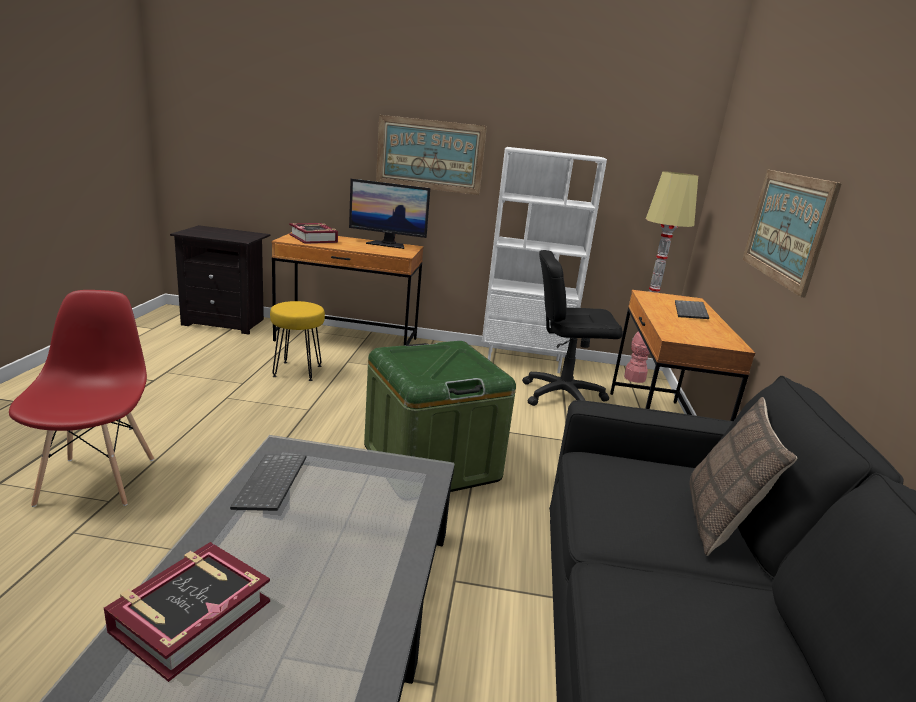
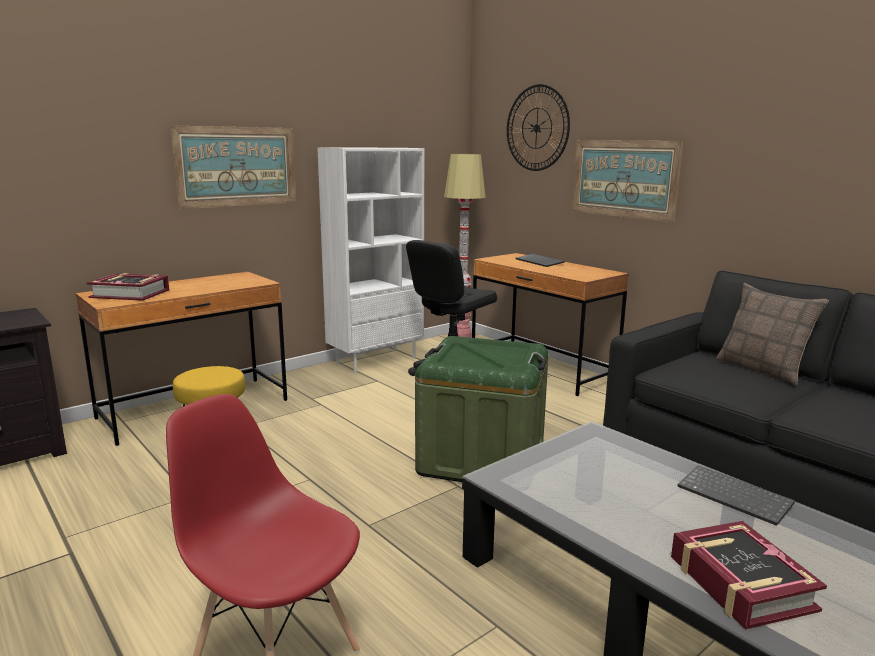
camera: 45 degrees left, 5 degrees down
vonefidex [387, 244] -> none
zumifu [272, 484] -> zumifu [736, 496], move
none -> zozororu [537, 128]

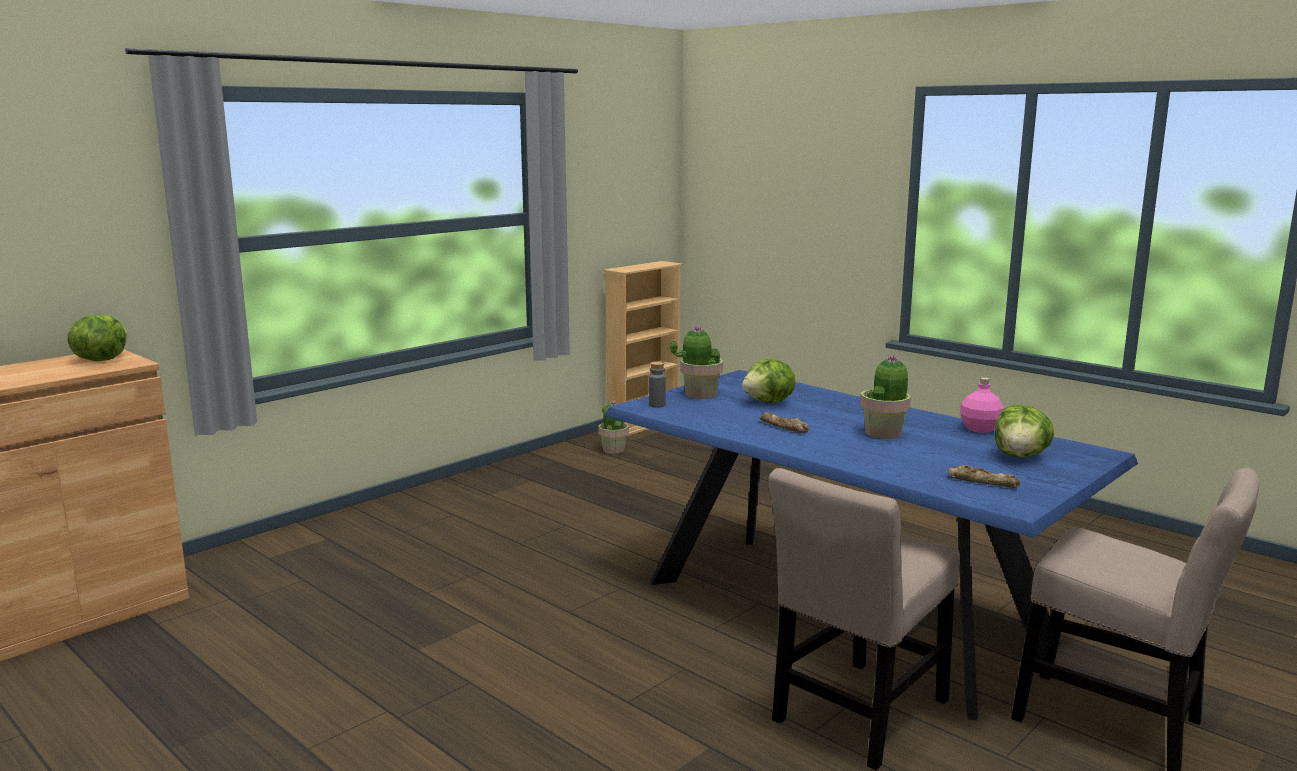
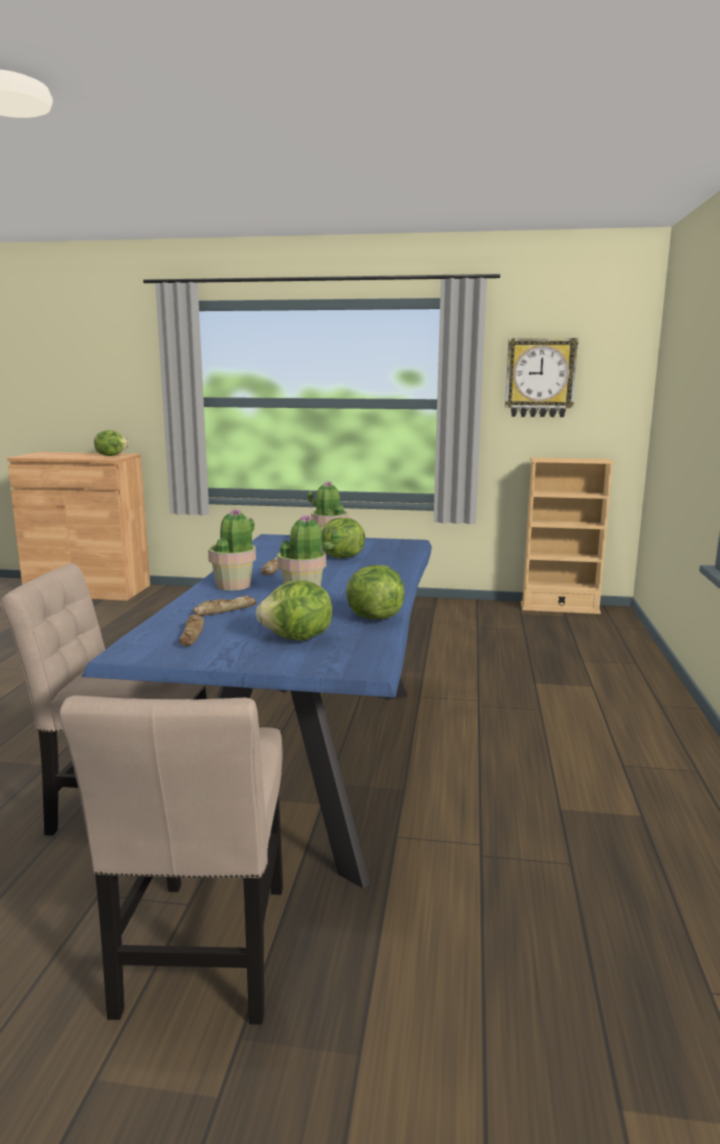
camera: 55 degrees right, 0 degrees up
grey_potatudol [657, 405] -> none
pink_potatudol [980, 429] -> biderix [373, 617]
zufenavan [613, 449] -> zufenavan [234, 585], move
none -> zozororu [540, 378]
none -> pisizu [224, 610]

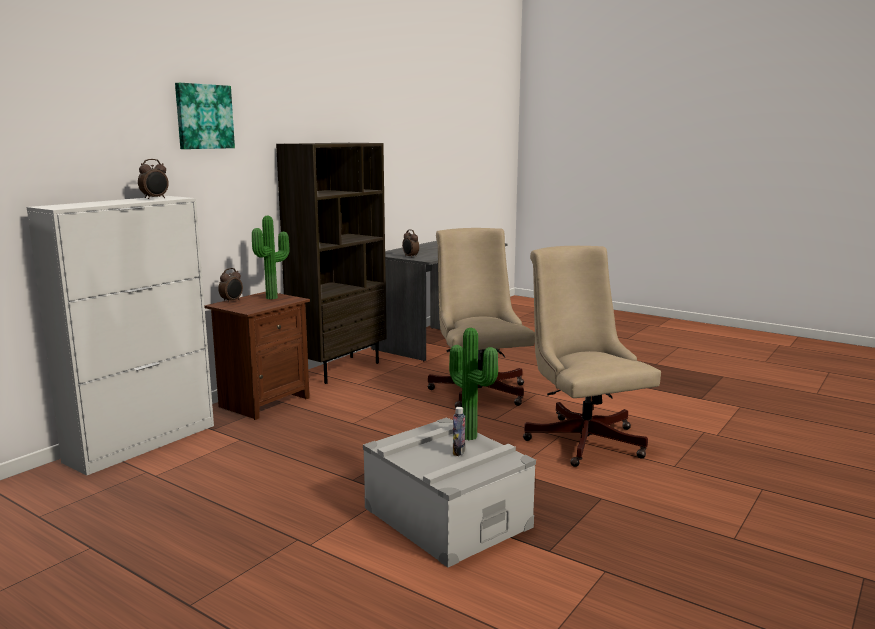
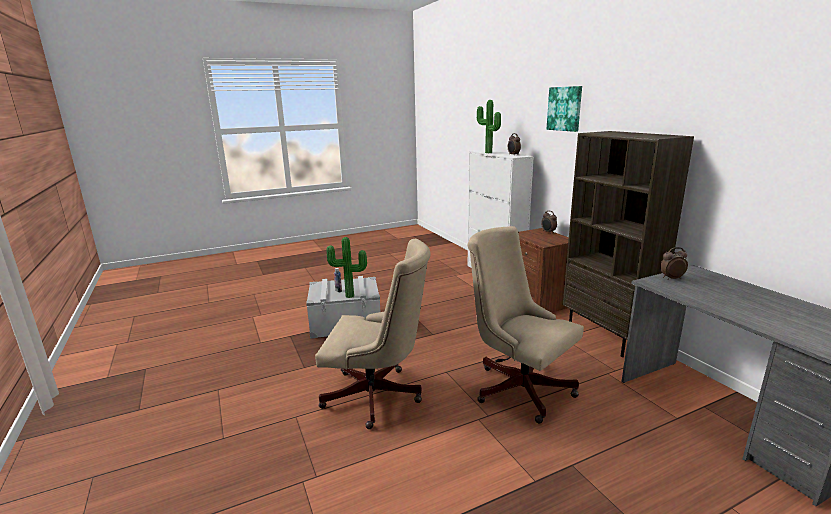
camera: 120 degrees right, 5 degrees up
zufenavan [273, 298] -> zufenavan [487, 153], move
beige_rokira [478, 390] -> beige_rokira [518, 386], 150 degrees counterclockwise

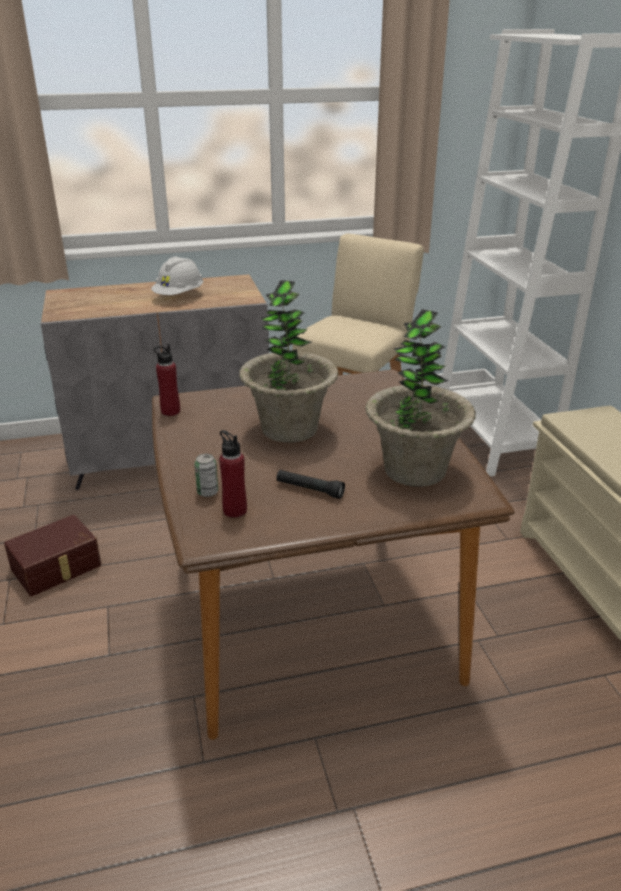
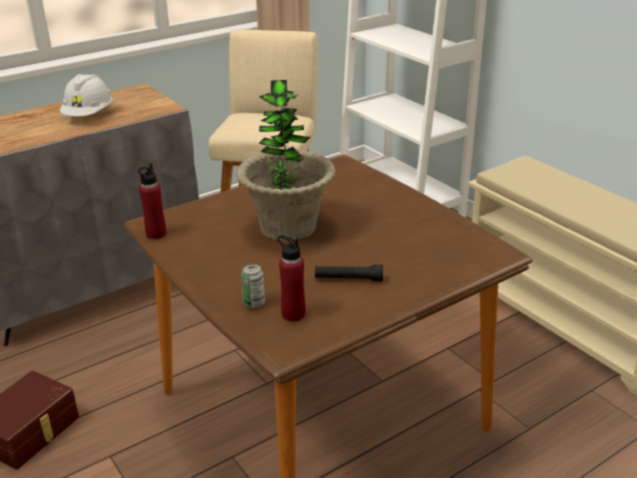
camera: 20 degrees left, 0 degrees up
zufenavan [414, 470] -> none

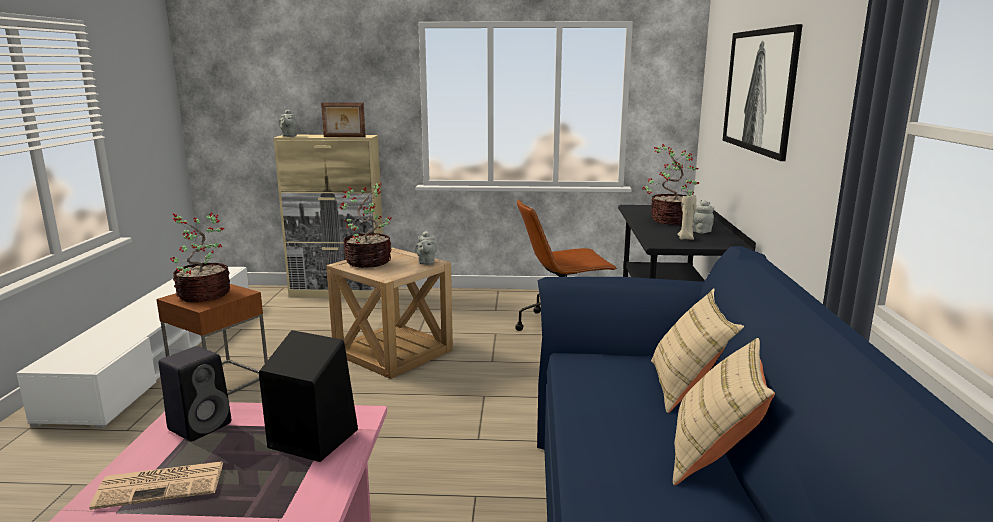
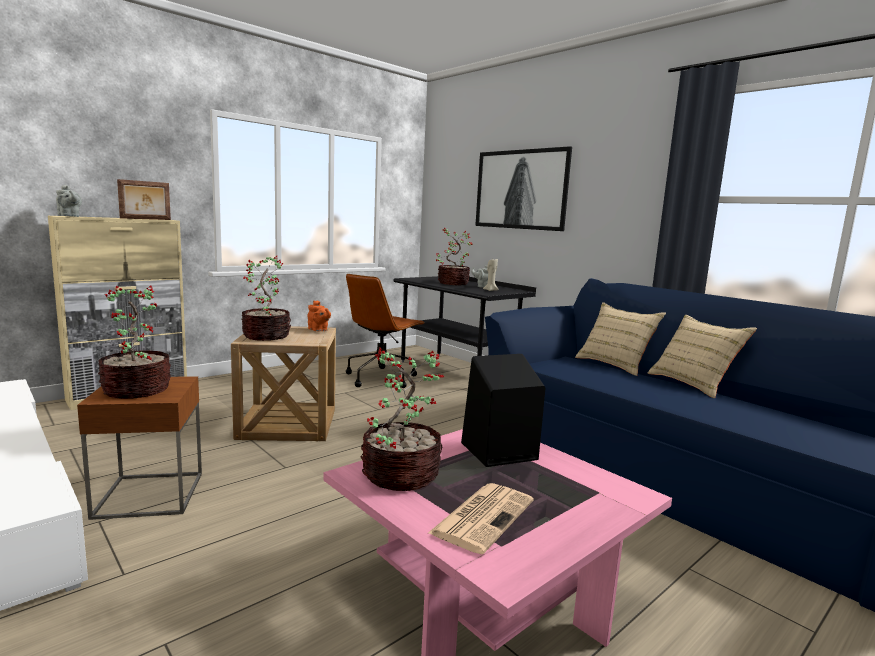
camera: 45 degrees left, 5 degrees down
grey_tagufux [426, 263] -> orange_tagufux [318, 330]
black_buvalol [201, 425] -> zufenavan [399, 476]

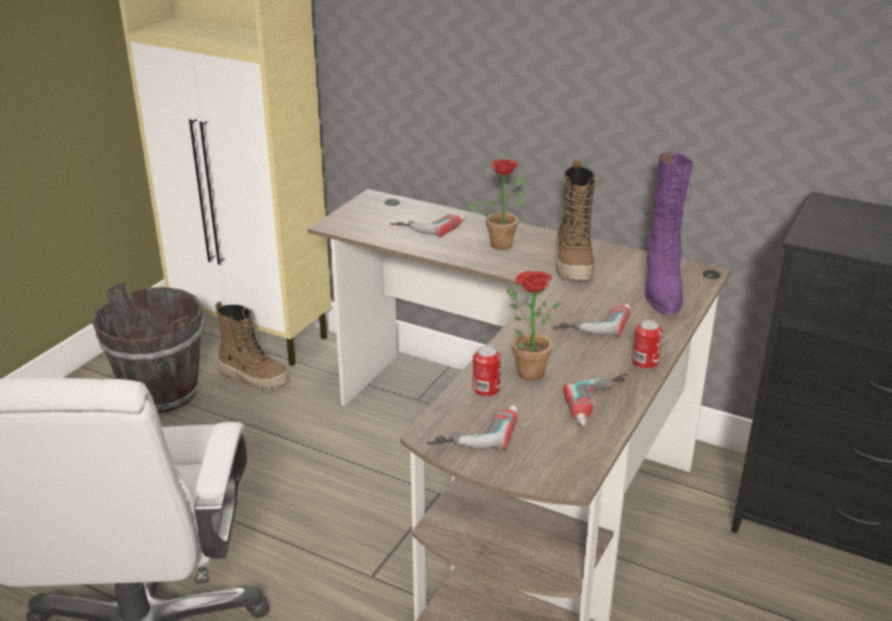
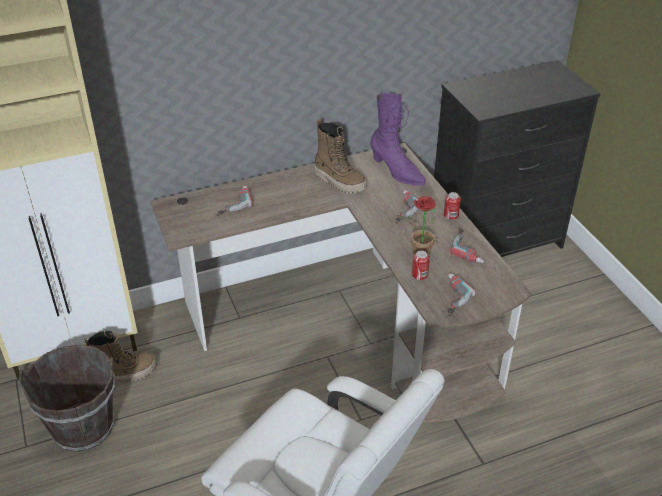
camera: 50 degrees left, 10 degrees up
zufenavan [502, 242] -> none

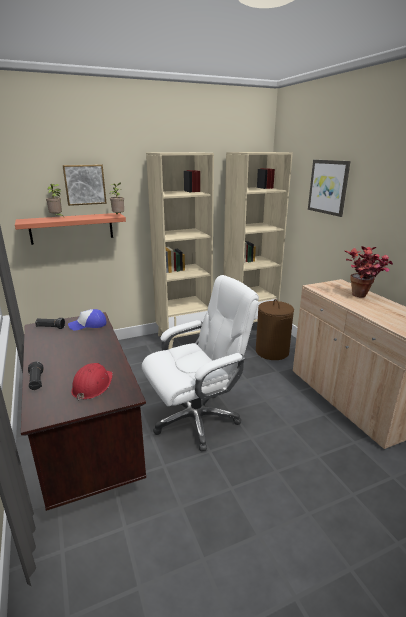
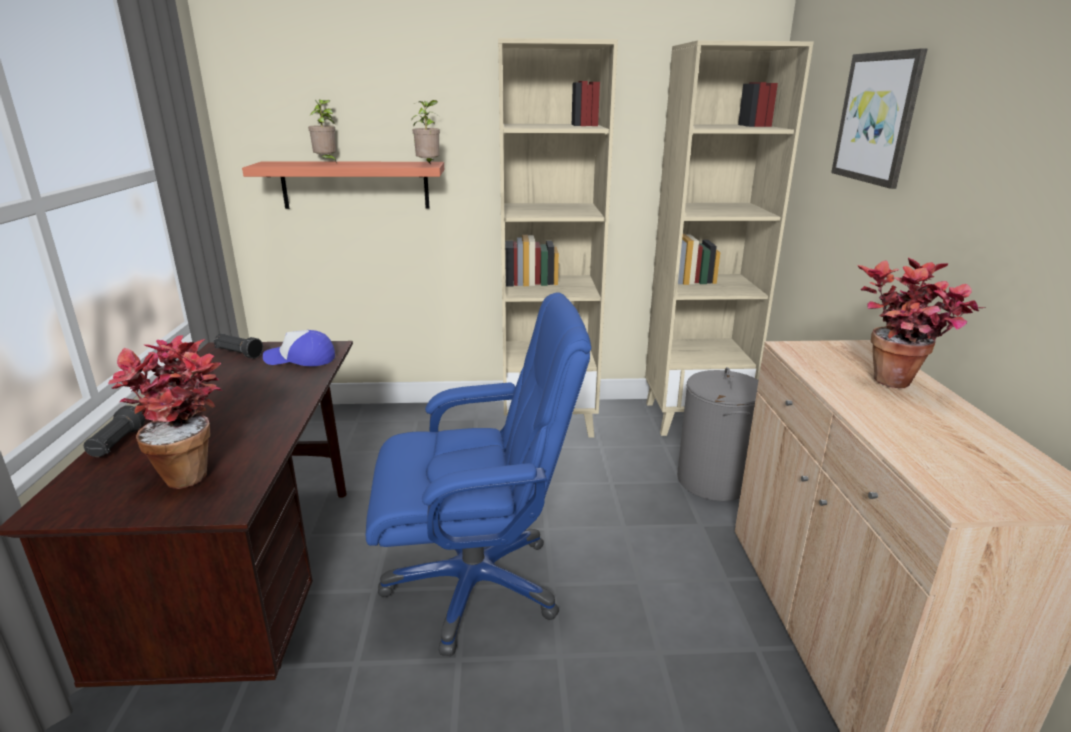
camera: 20 degrees right, 0 degrees up
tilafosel [84, 184] -> none
white_rokira [197, 418] -> blue_rokira [476, 584]
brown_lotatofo [272, 352] -> grey_lotatofo [713, 481]
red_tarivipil [92, 385] -> zufenavan [191, 470]

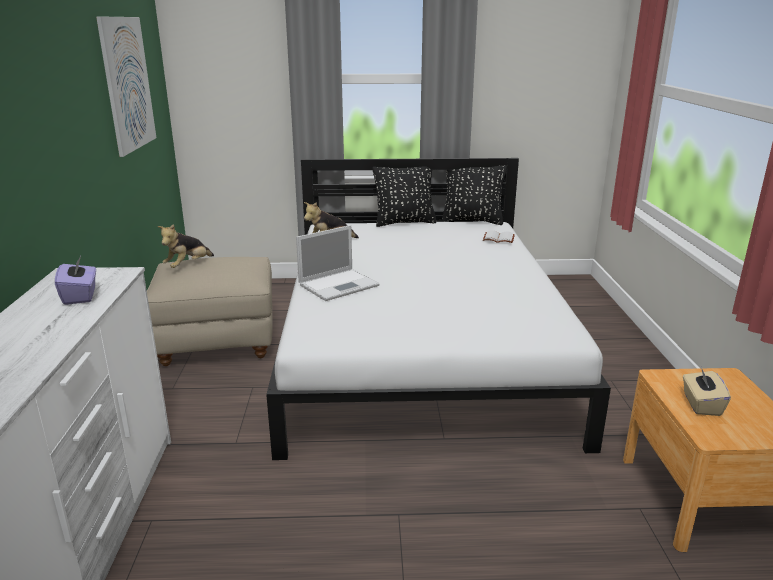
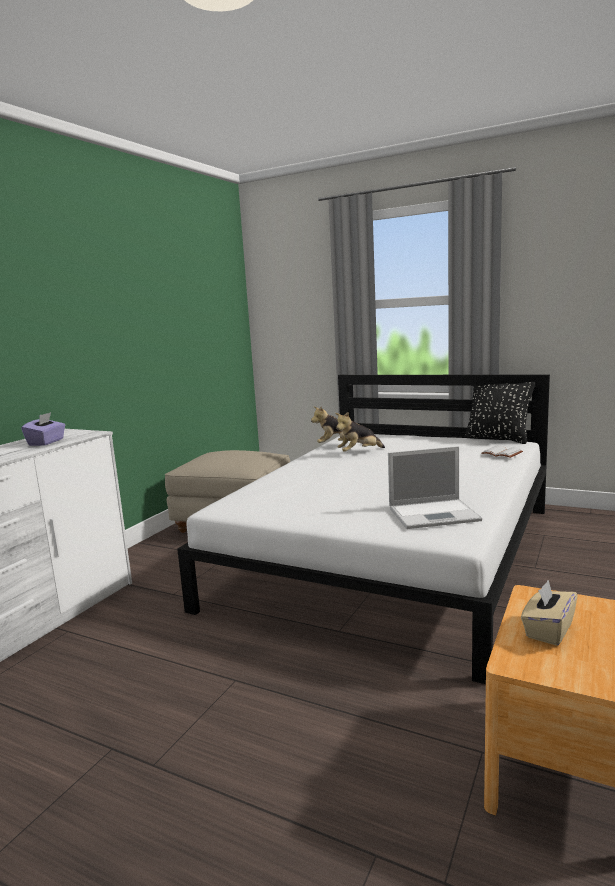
camera: 30 degrees right, 10 degrees down
tilafosel [128, 84] -> none
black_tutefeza [404, 222] -> none
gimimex [188, 266] -> gimimex [359, 453], move
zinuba [340, 285] -> zinuba [435, 514], move

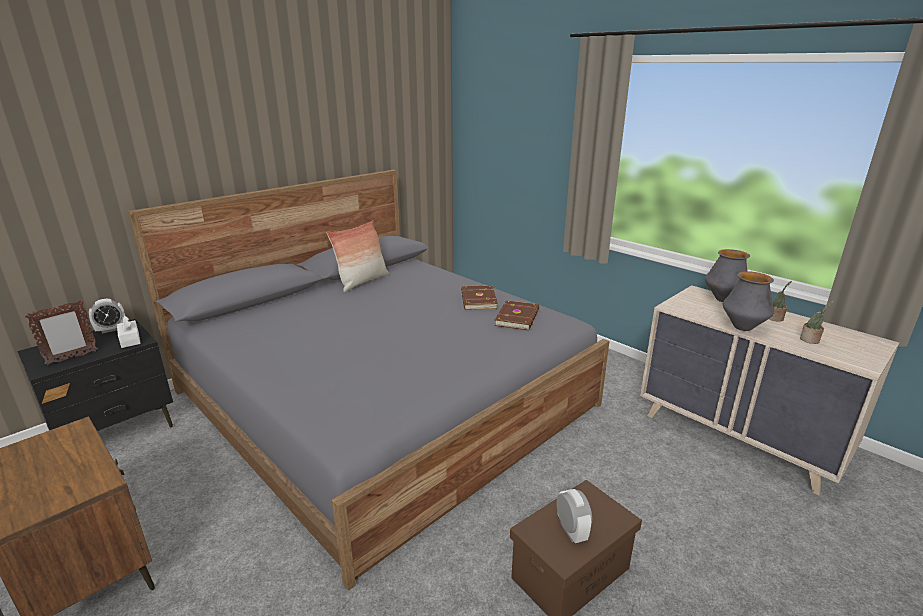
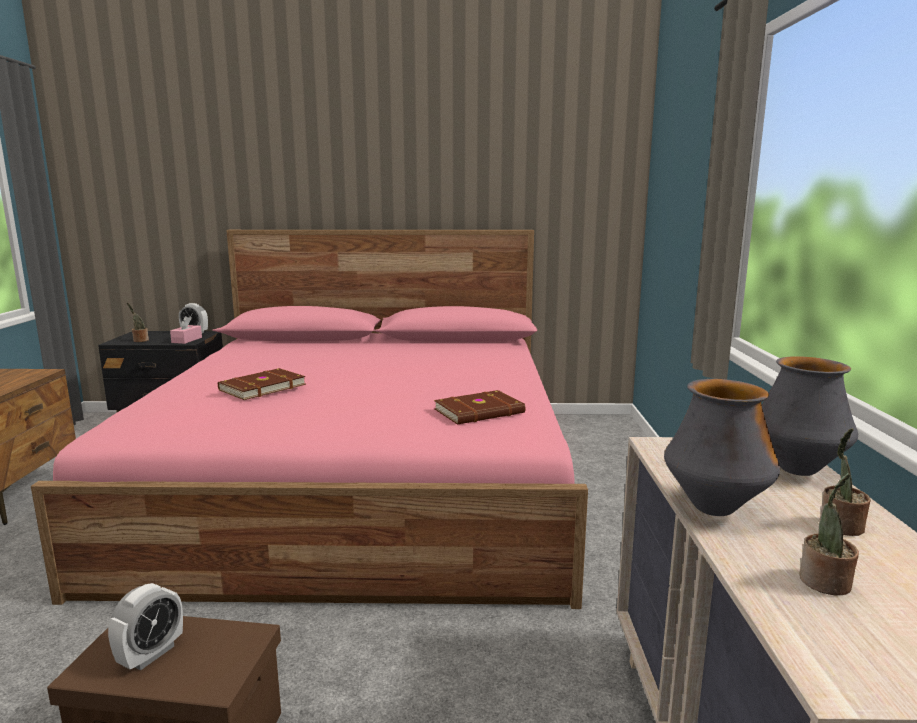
camera: 45 degrees right, 10 degrees down
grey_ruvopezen [383, 397] -> pink_ruvopezen [362, 481]
tutefeza [362, 281] -> none
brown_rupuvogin [477, 300] -> brown_rupuvogin [261, 387], move
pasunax [72, 358] -> zufenavan [140, 340]
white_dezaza [130, 339] -> pink_dezaza [187, 340]

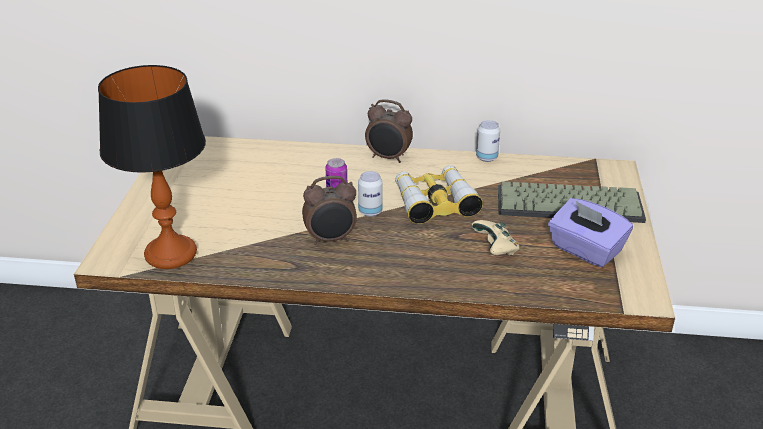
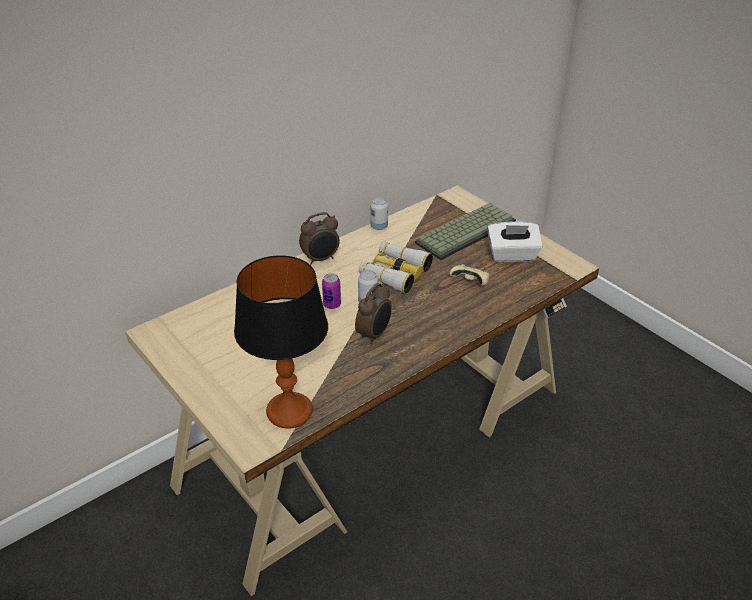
camera: 45 degrees left, 5 degrees up
purple_dezaza [585, 250] -> white_dezaza [512, 255]

